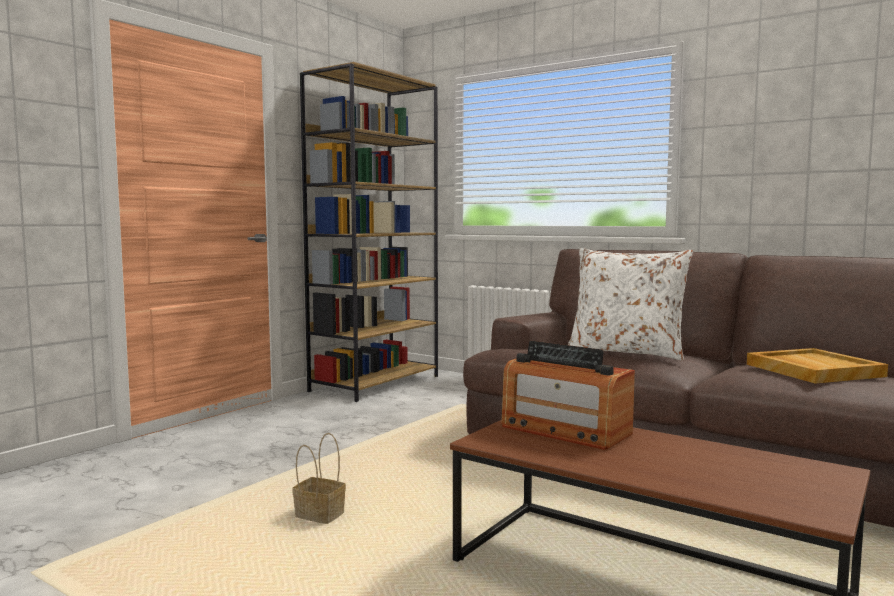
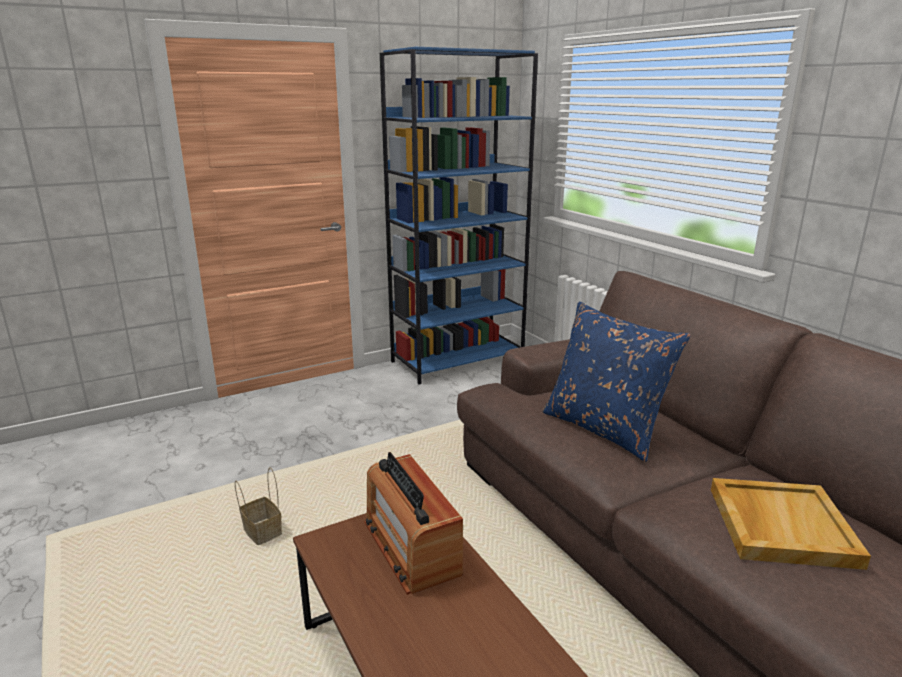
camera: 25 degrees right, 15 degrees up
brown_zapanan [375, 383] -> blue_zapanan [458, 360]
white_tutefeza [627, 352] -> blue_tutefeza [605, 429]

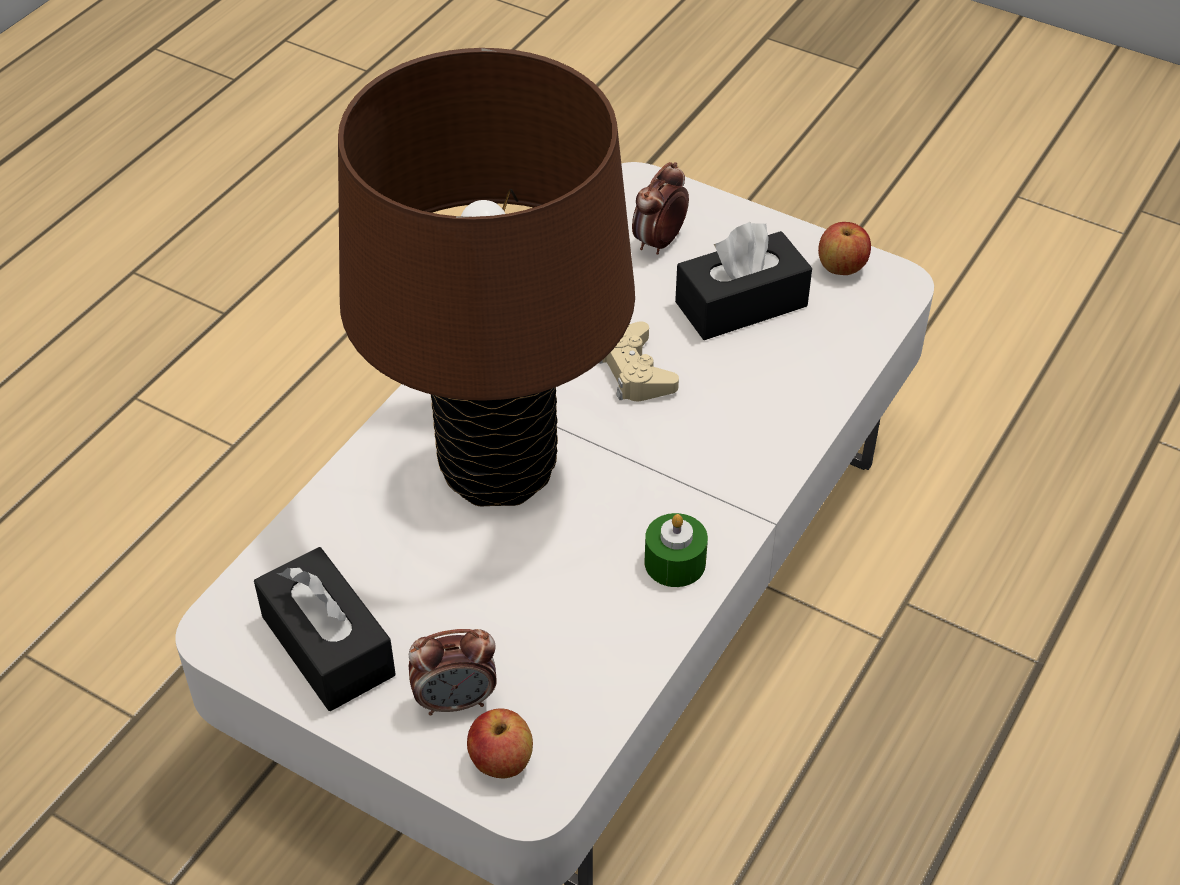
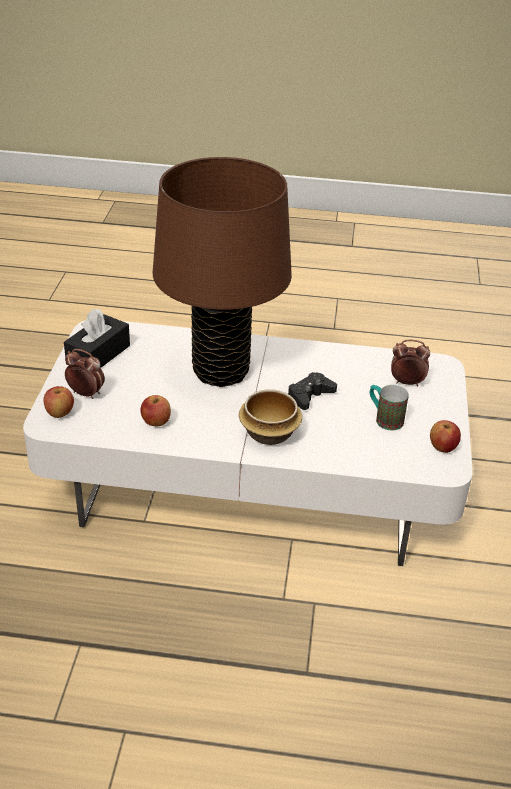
camera: 65 degrees right, 10 degrees down
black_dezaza [741, 304] -> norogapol [384, 419]
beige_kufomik [635, 371] -> black_kufomik [310, 396]
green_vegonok [675, 562] -> none
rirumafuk [456, 701] -> rirumafuk [86, 393], 150 degrees clockwise
none -> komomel [270, 433]
none -> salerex [156, 422]

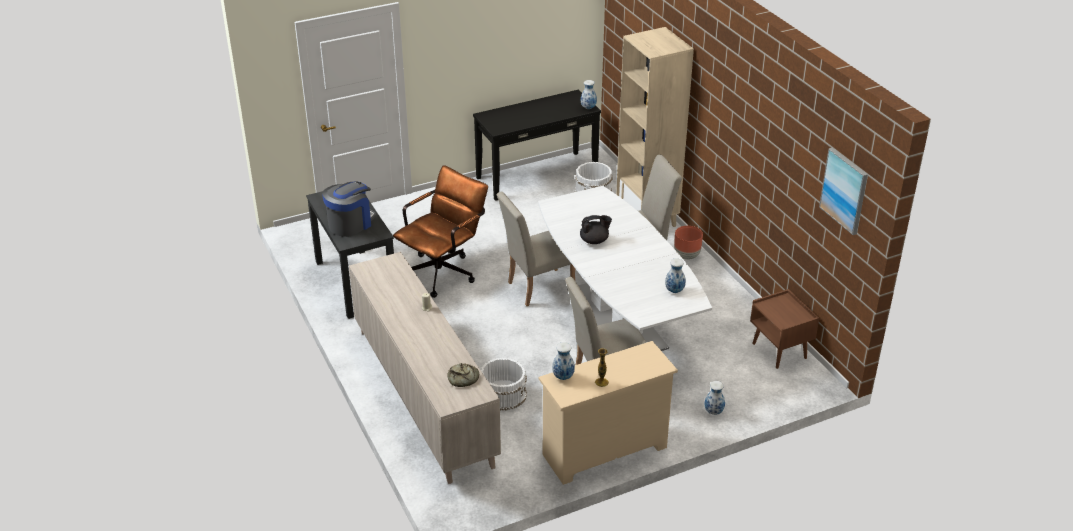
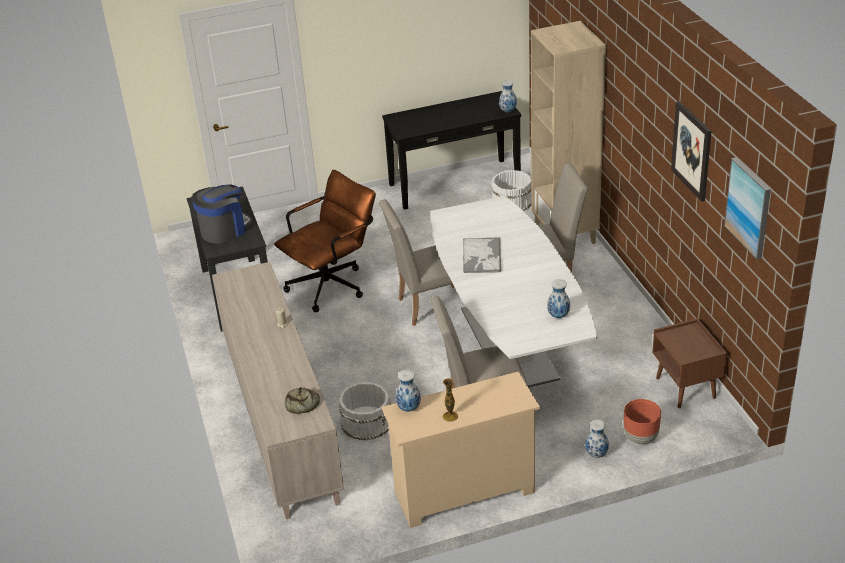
camera: 10 degrees right, 0 degrees up
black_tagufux [594, 241] -> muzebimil [482, 256]
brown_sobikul [686, 256] -> brown_sobikul [640, 438], move
none -> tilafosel [692, 151]

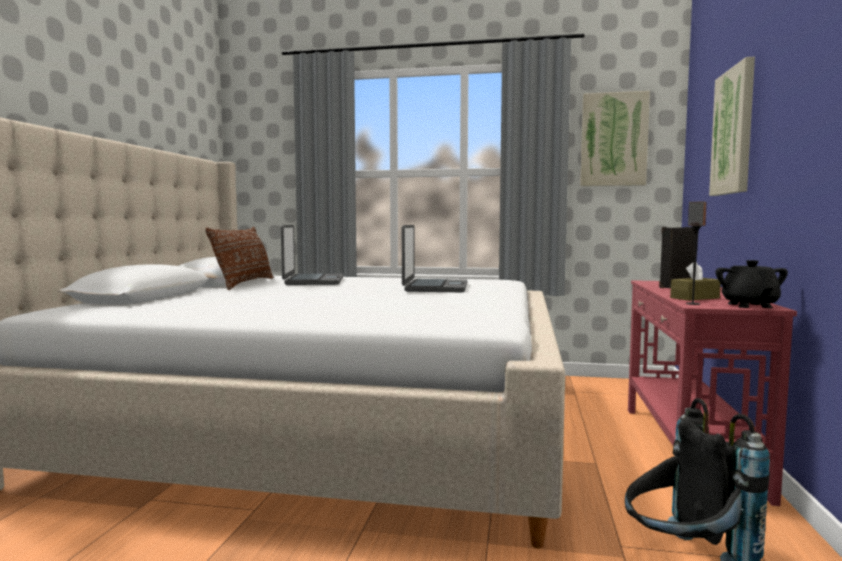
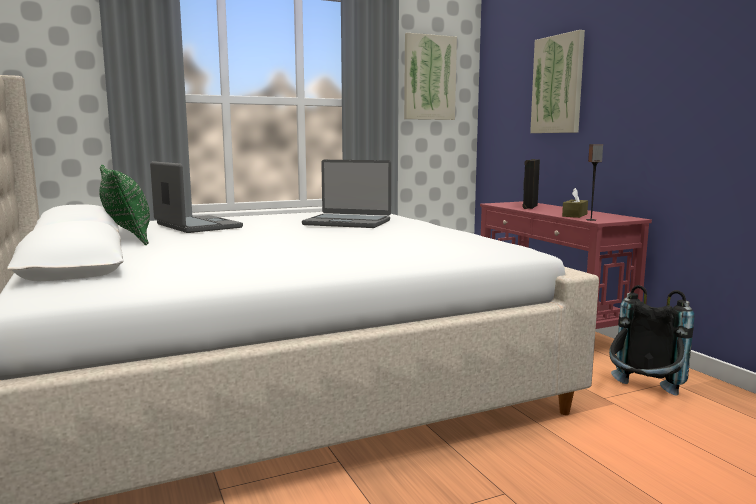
camera: 35 degrees left, 5 degrees up
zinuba [435, 287] -> zinuba [347, 222], 135 degrees clockwise
brown_tutefeza [244, 283] -> green_tutefeza [127, 236]
black_tagufux [749, 305] -> none

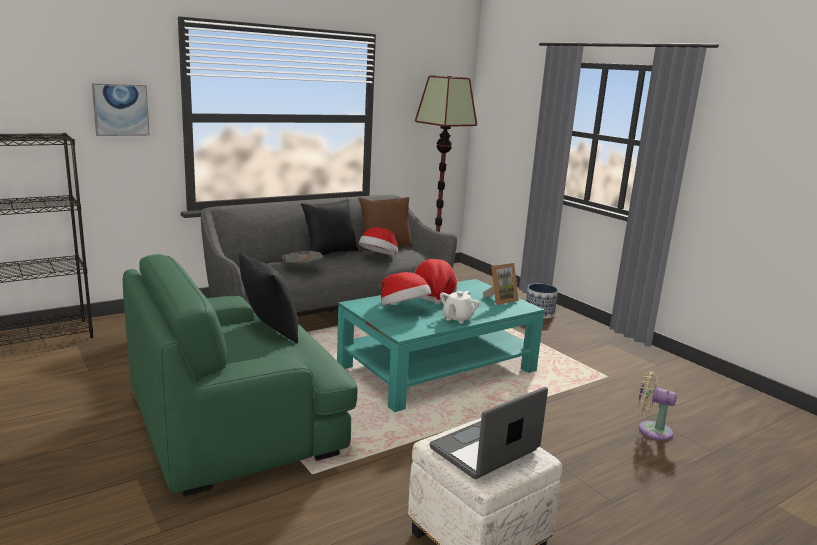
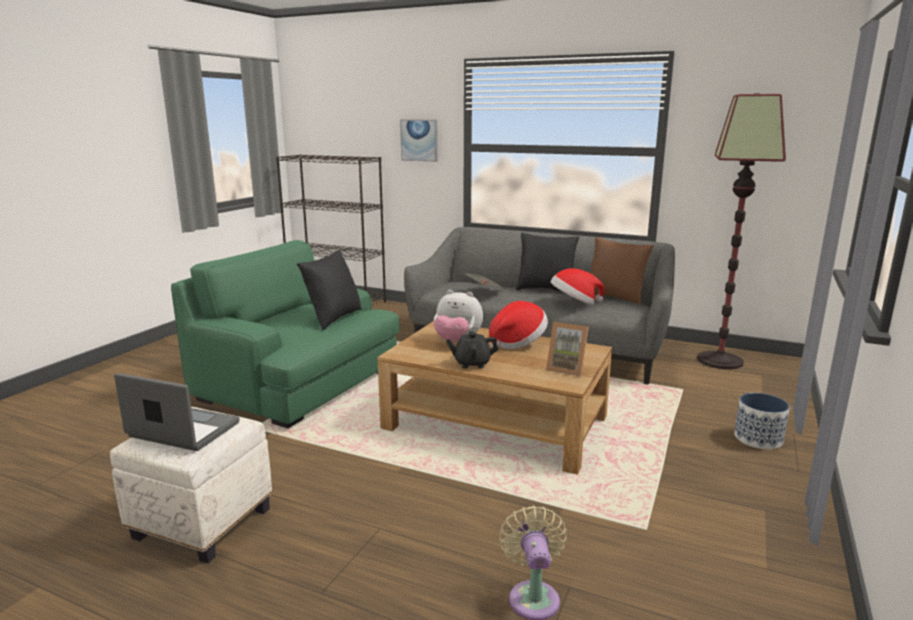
camera: 60 degrees right, 0 degrees up
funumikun [403, 309] -> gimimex [457, 341]
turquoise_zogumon [438, 368] -> brown_zogumon [496, 423]
white_tagufux [457, 318] -> black_tagufux [472, 363]

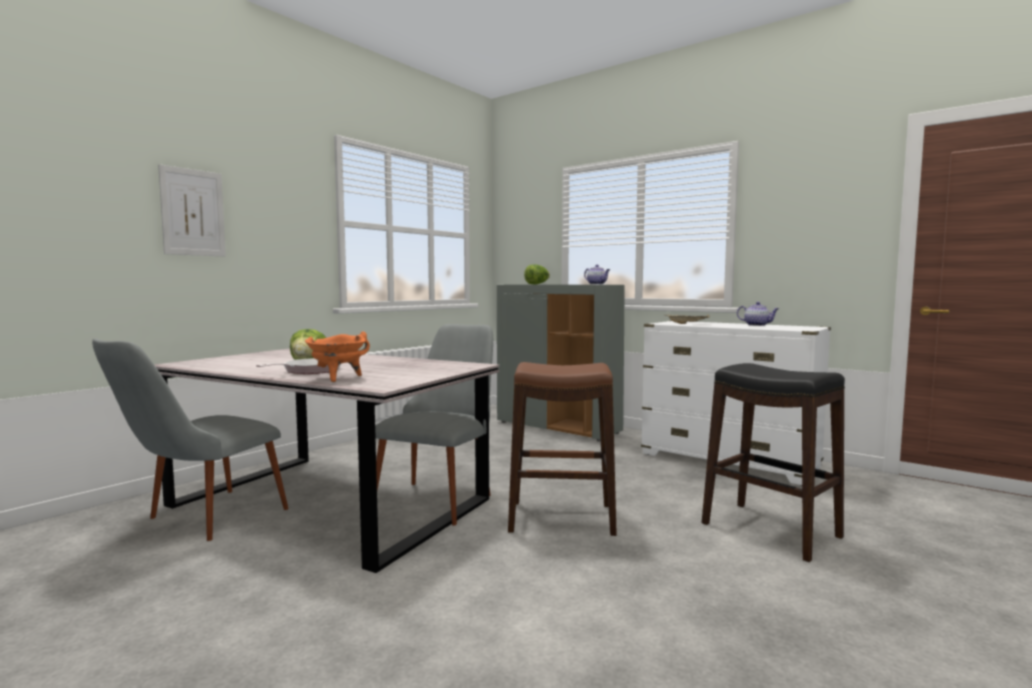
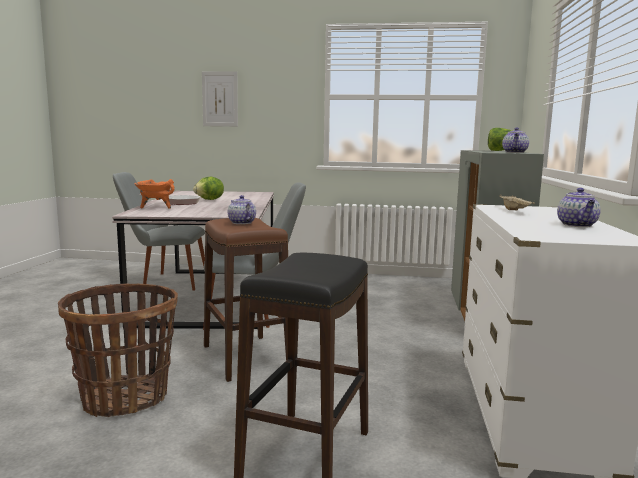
camera: 60 degrees right, 5 degrees up
none -> tagufux [241, 222]
none -> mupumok [125, 398]

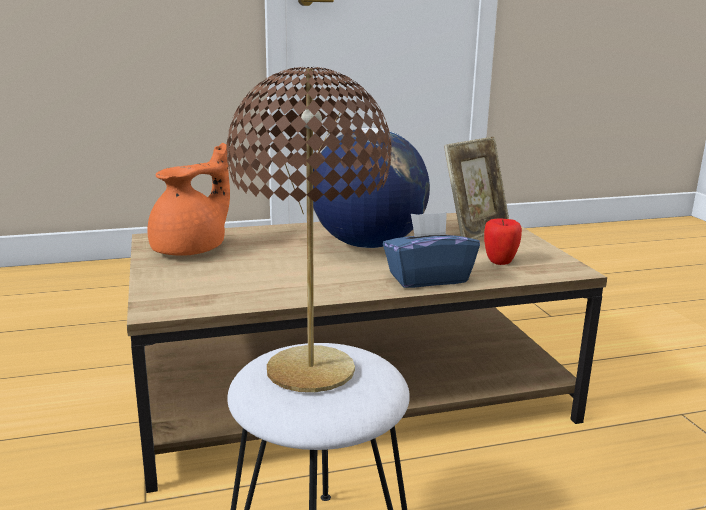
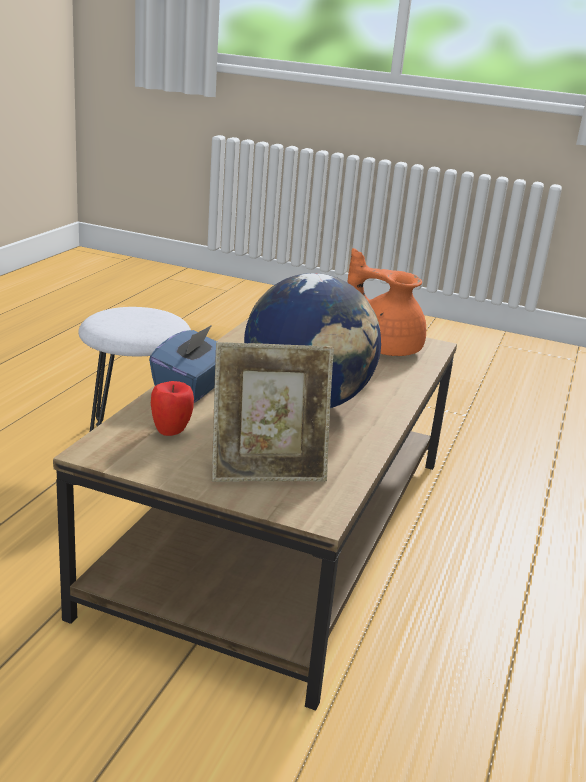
camera: 125 degrees right, 5 degrees up
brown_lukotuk [311, 371] -> none
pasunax [475, 231] -> pasunax [268, 471], 90 degrees counterclockwise
orange_tagufux [192, 249] -> orange_tagufux [385, 347], 135 degrees clockwise

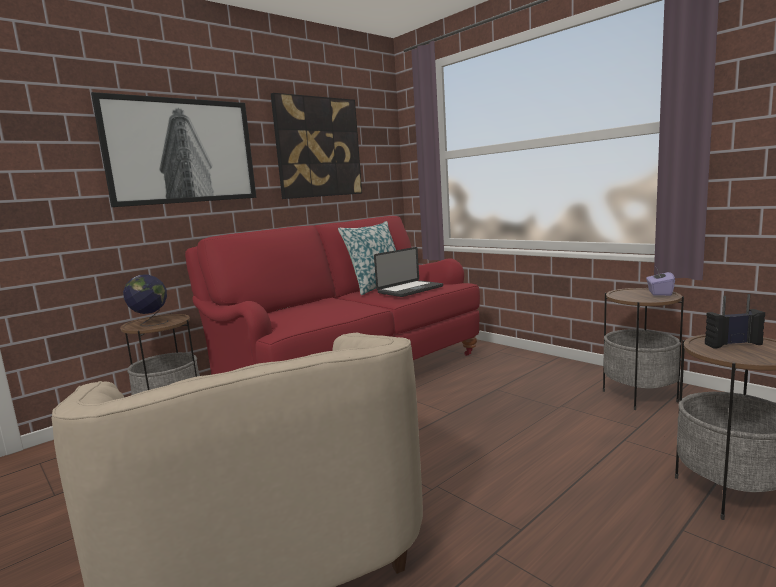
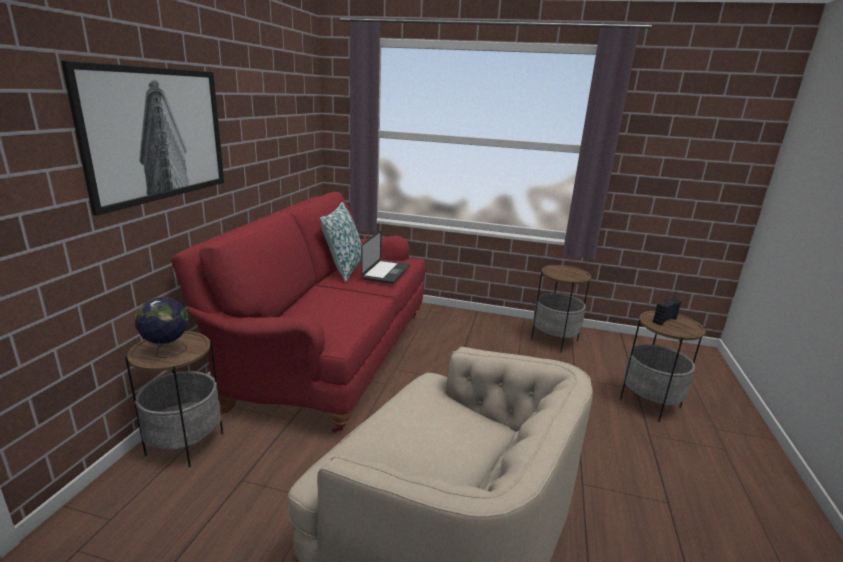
camera: 35 degrees left, 10 degrees up
tilafosel [318, 147] -> none
purple_dezaza [659, 293] -> none

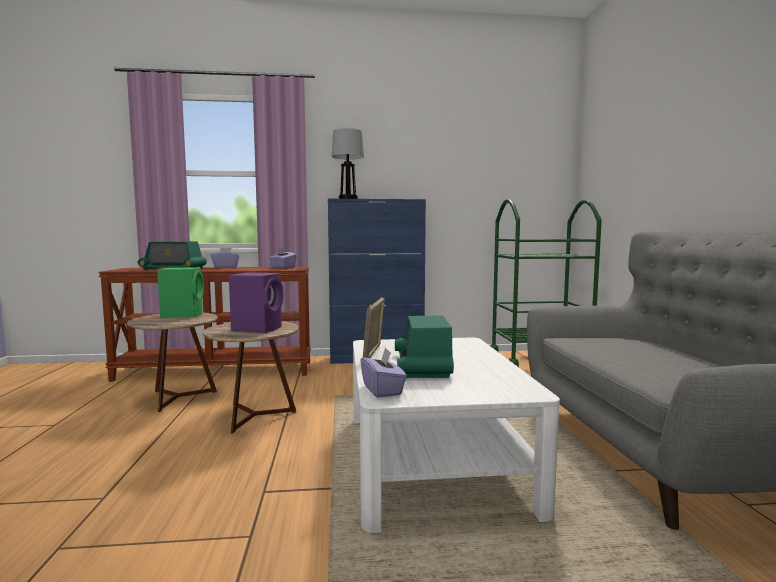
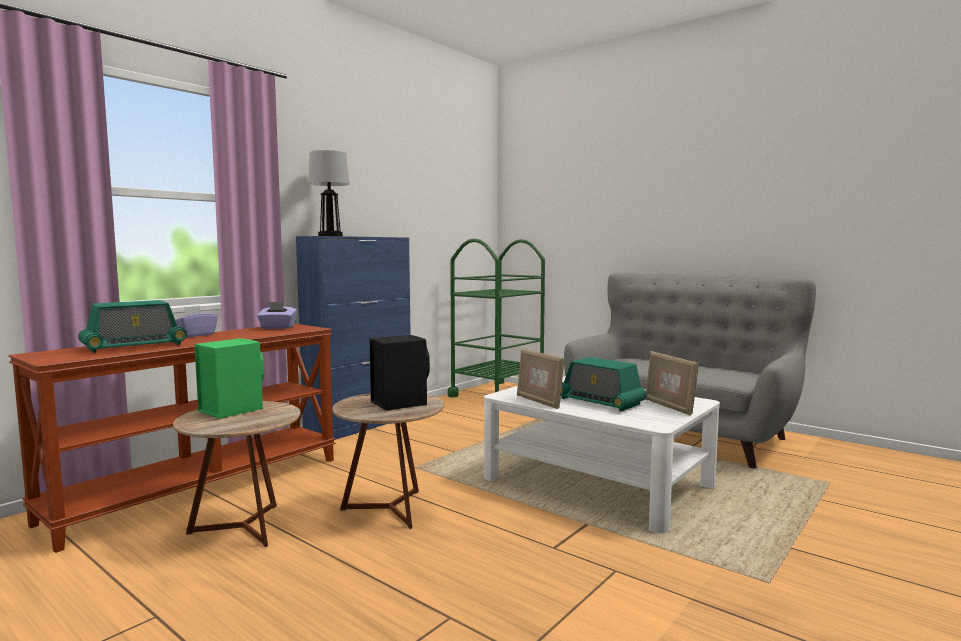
camera: 45 degrees left, 0 degrees up
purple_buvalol [258, 329] -> black_buvalol [398, 403]
purple_dezaza [383, 390] -> none
none -> pasunax [669, 407]

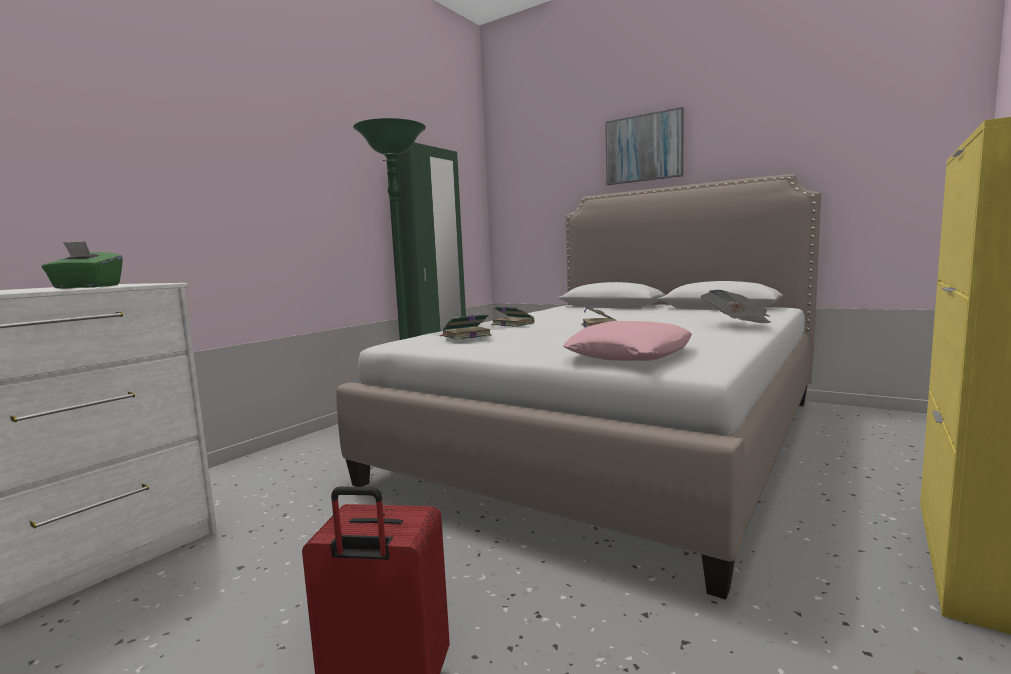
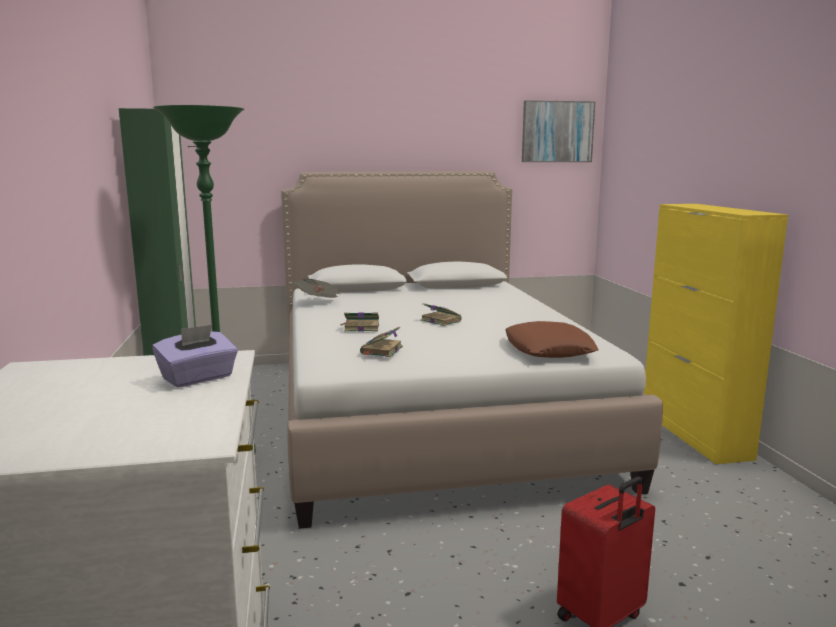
camera: 45 degrees left, 5 degrees up
tilafosel [644, 148] -> tilafosel [557, 132], move
green_dezaza [86, 287] -> purple_dezaza [198, 378]
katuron [737, 325] -> katuron [319, 302], move
pink_tutefeza [629, 354] -> brown_tutefeza [549, 349]

